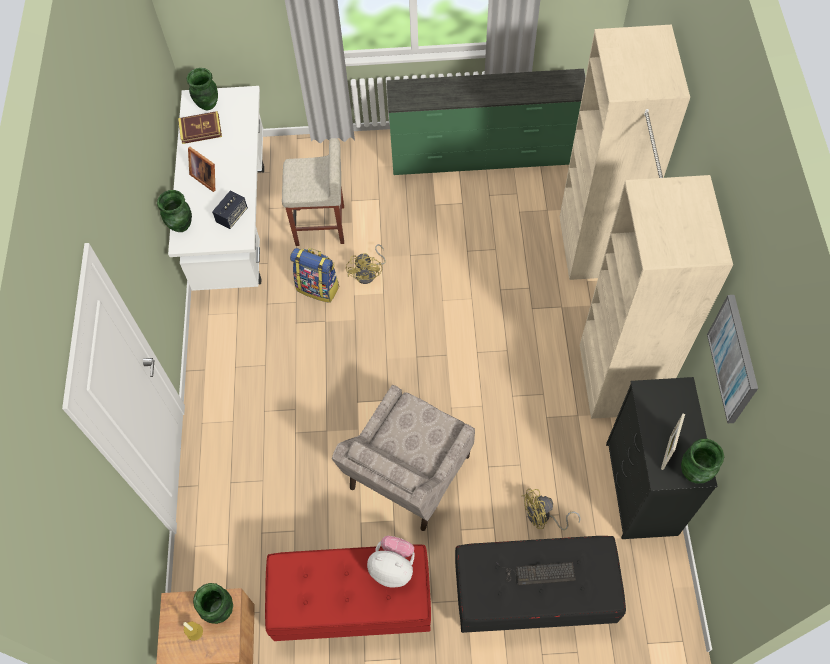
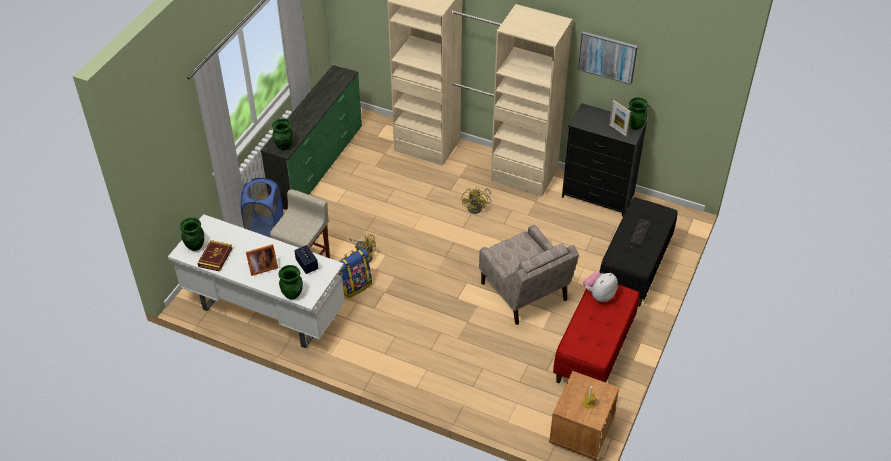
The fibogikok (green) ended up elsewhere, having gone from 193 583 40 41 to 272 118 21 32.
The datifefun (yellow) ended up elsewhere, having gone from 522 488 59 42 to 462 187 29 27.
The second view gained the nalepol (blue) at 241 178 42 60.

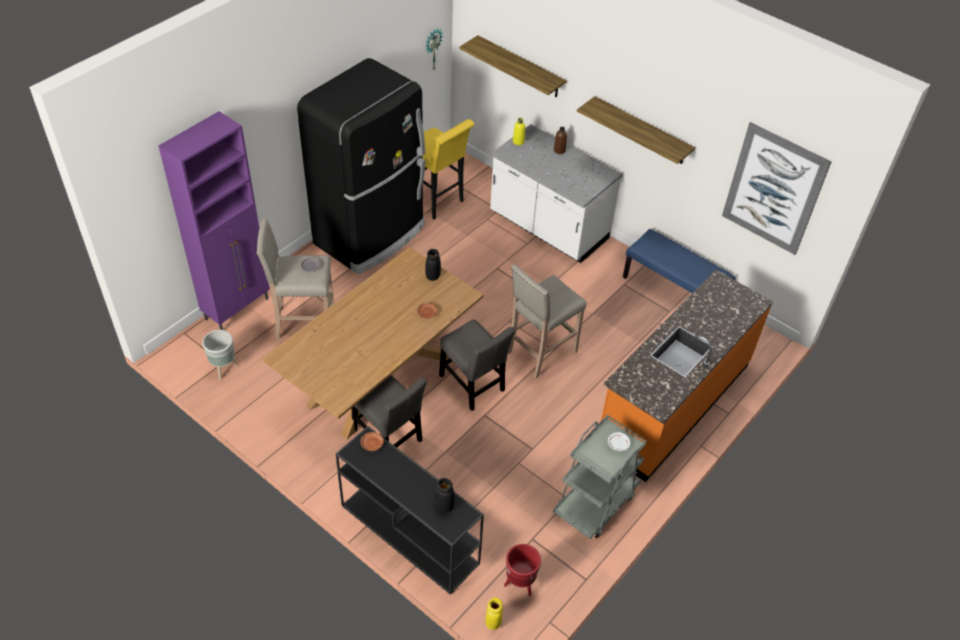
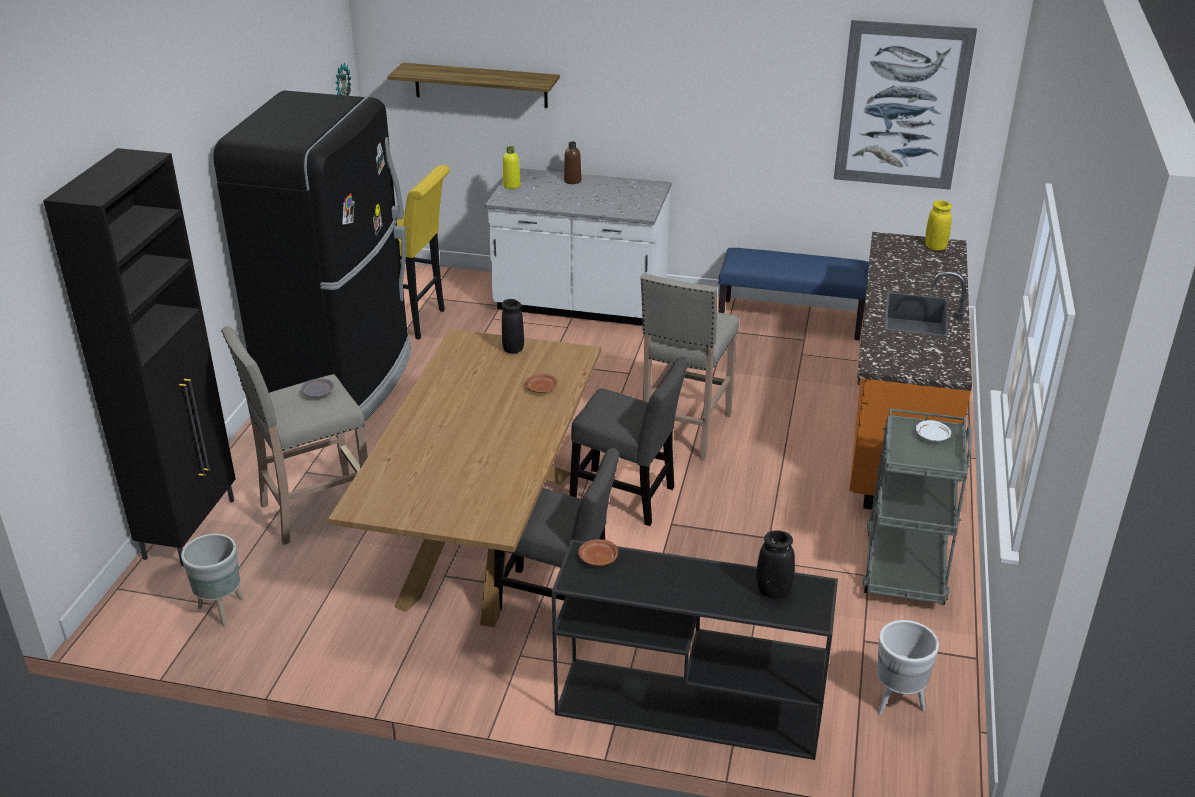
What was the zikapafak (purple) at 159 111 111 219 turned into the zikapafak (black) at 43 148 193 418.
The fibogikok (yellow) ended up elsewhere, having gone from 486 598 17 32 to 925 200 27 51.
What was the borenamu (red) at 504 544 37 52 turned into the borenamu (white) at 877 620 62 95.
The second view lost the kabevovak at 577 96 118 68.

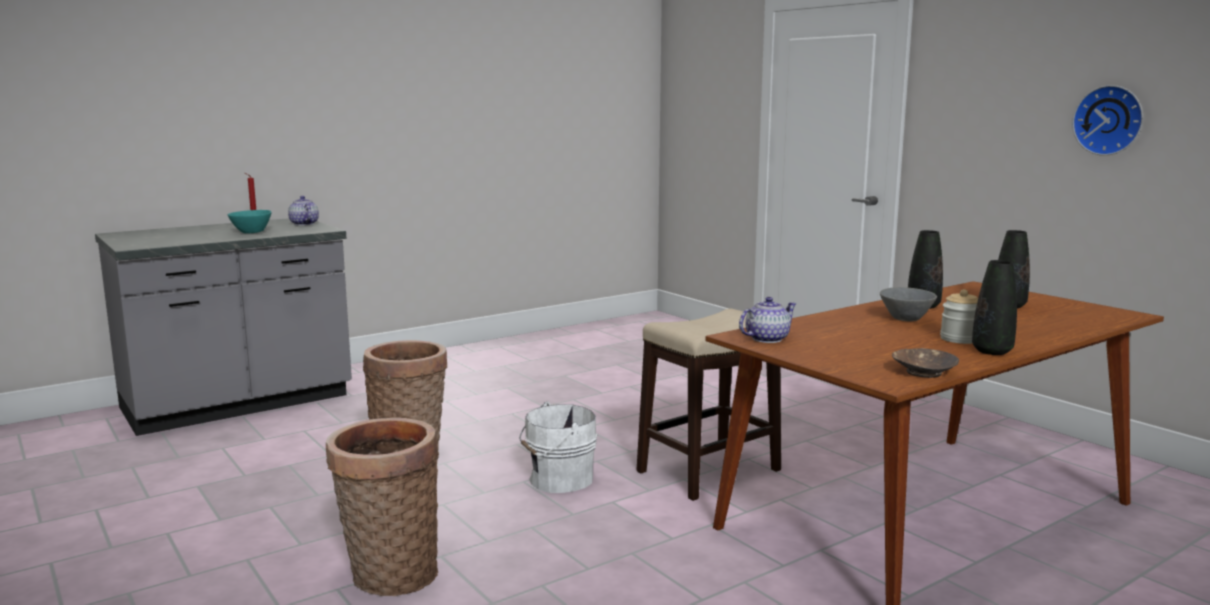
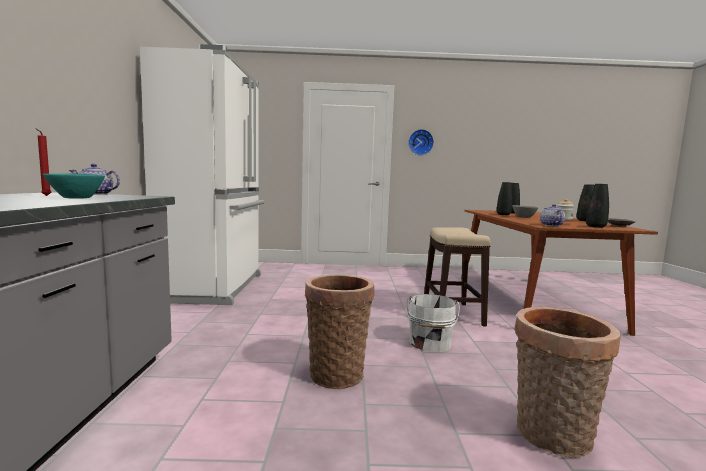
The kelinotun ended up elsewhere, having gone from 1072 85 71 71 to 408 129 26 26.
The second view gained the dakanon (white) at 140 44 124 261.
The second view gained the fibogikok (black) at 586 184 23 44.

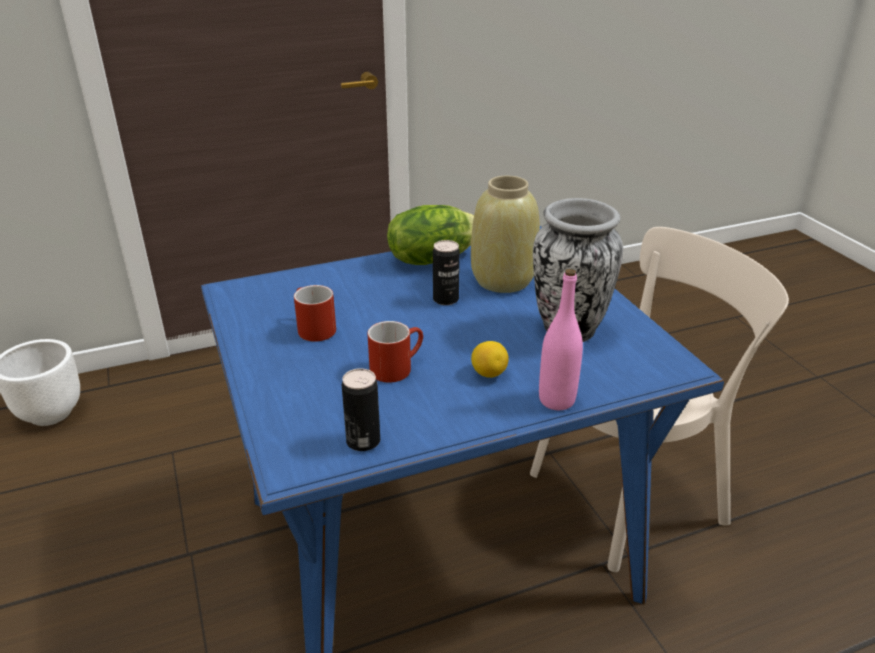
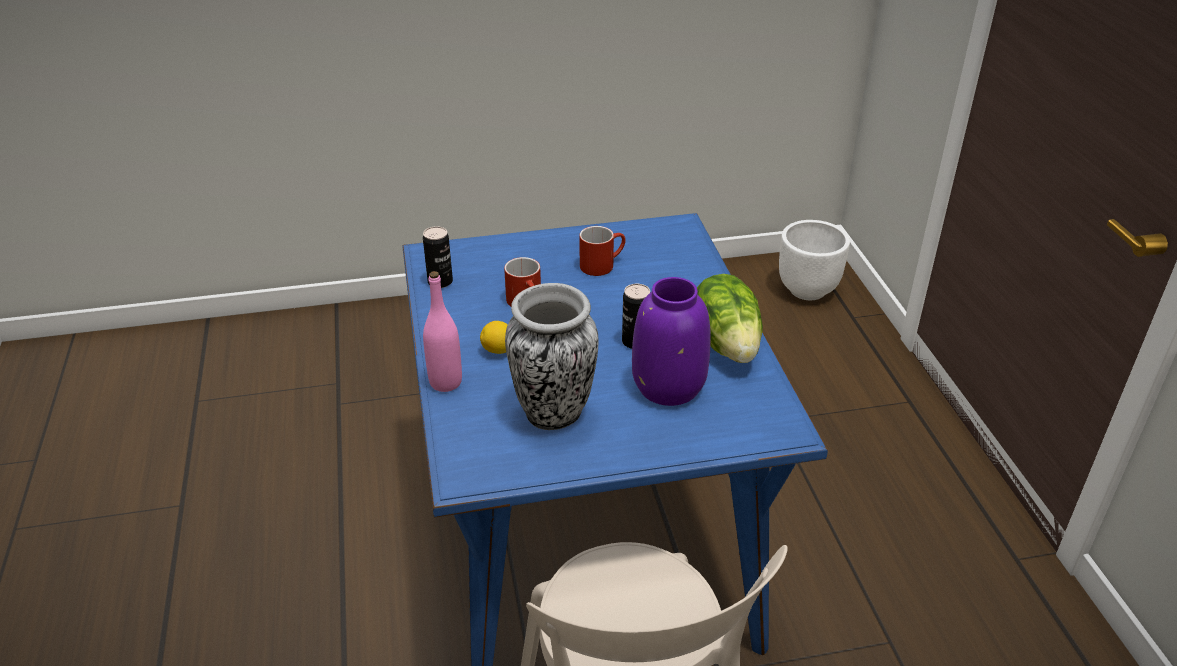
What was the fibogikok (beige) at 471 176 69 117 turned into the fibogikok (purple) at 632 277 79 129.

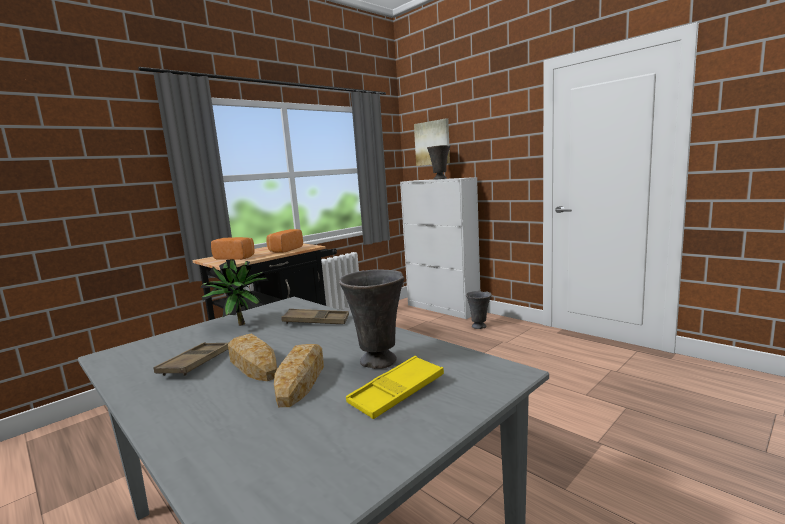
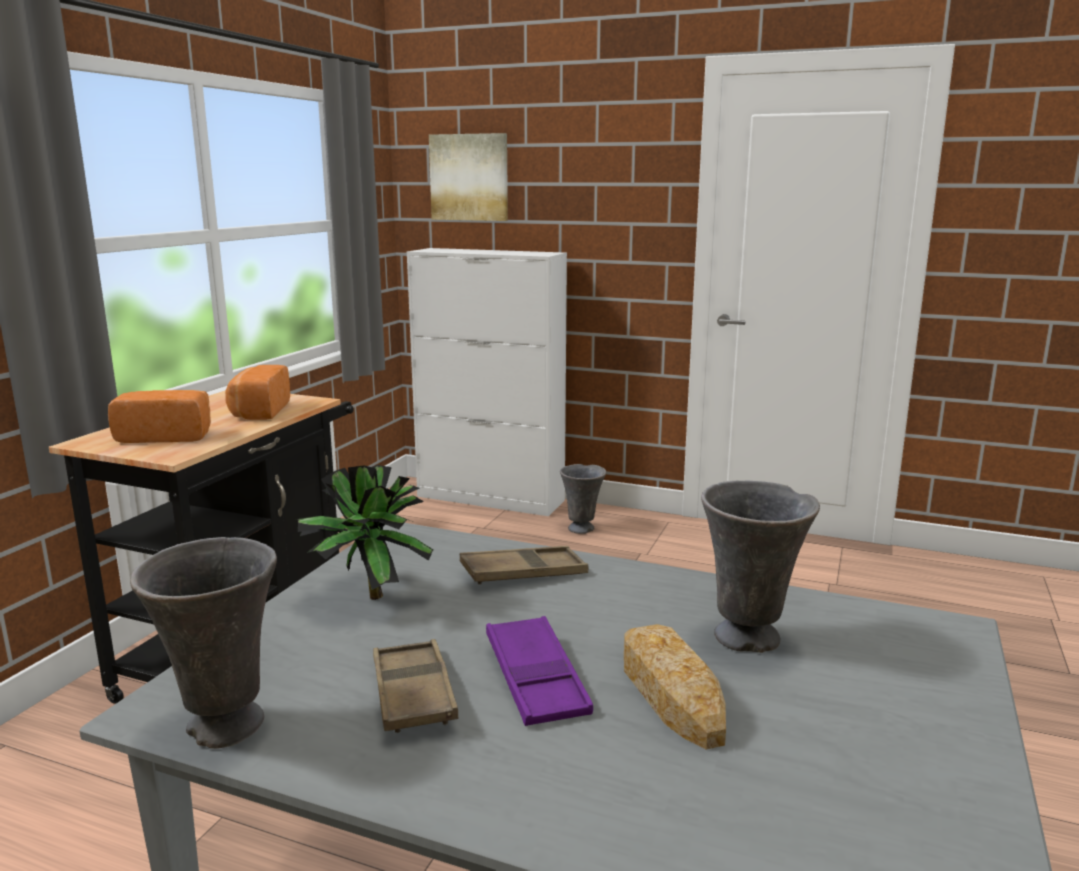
Where the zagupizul stood at 228 334 49 47, the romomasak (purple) came to stand at 486 616 107 110.
The second view lost the romomasak (yellow) at 346 356 98 63.
The fibogikok (grey) ended up elsewhere, having gone from 427 145 23 35 to 130 537 147 212.

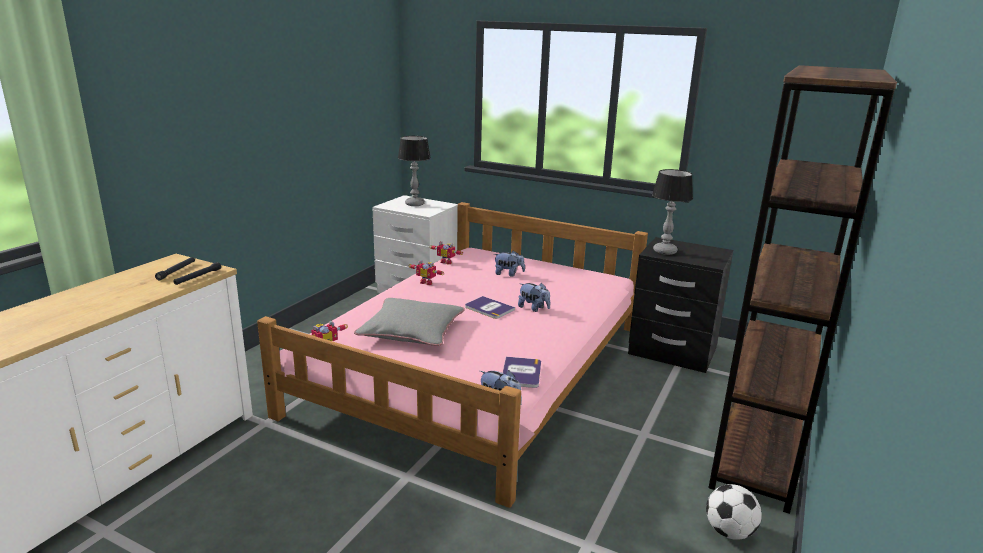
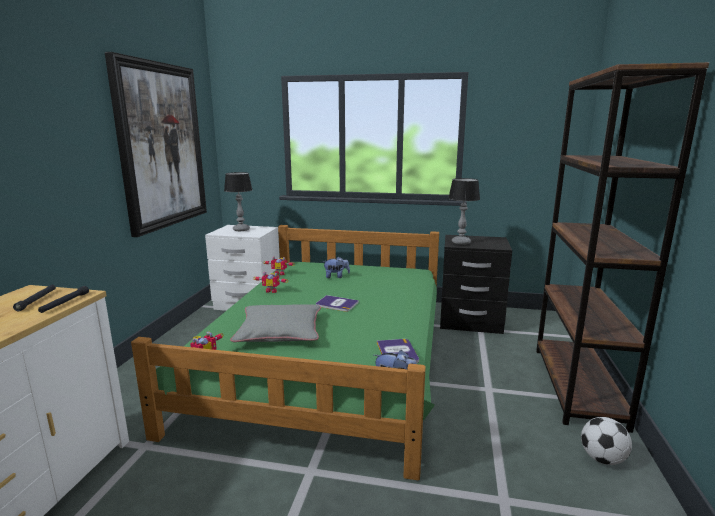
What was the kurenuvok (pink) at 257 202 391 306 turned into the kurenuvok (green) at 131 225 308 256.
The second view lost the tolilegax at 518 283 32 29.
The second view gained the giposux at 105 52 102 185.

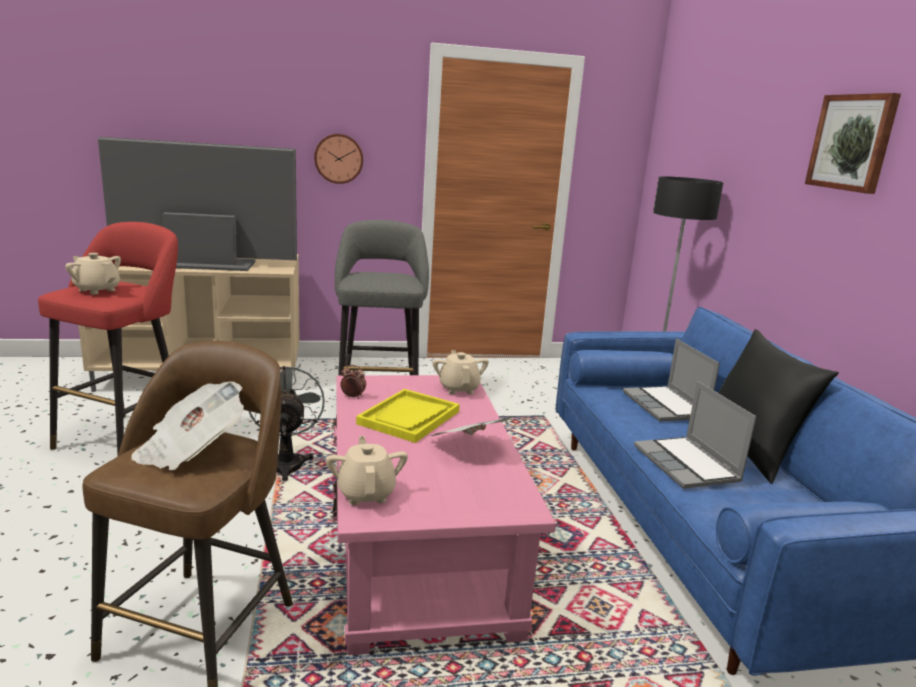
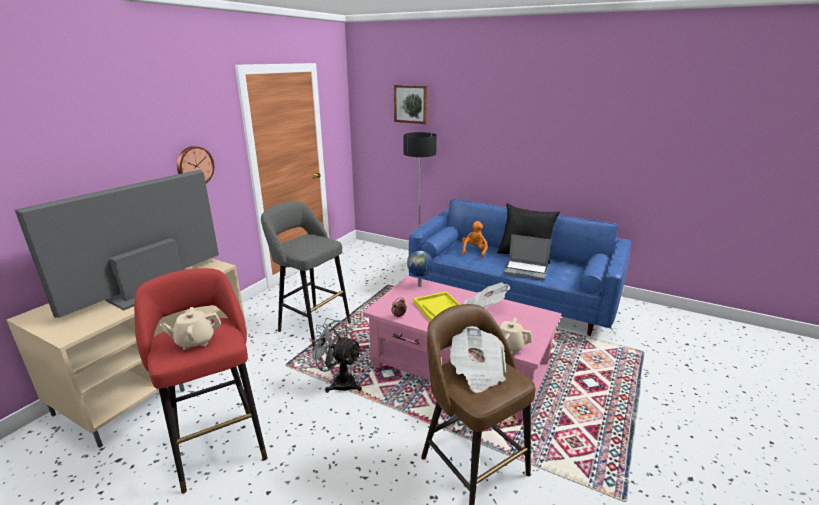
Where the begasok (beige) stood at 433 350 56 45, the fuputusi came to stand at 407 251 26 36.
Where the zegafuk stood at 623 339 97 83, the tolilegax (orange) came to stand at 462 221 26 37.
The giposux ended up elsewhere, having gone from 805 93 96 101 to 394 85 34 39.

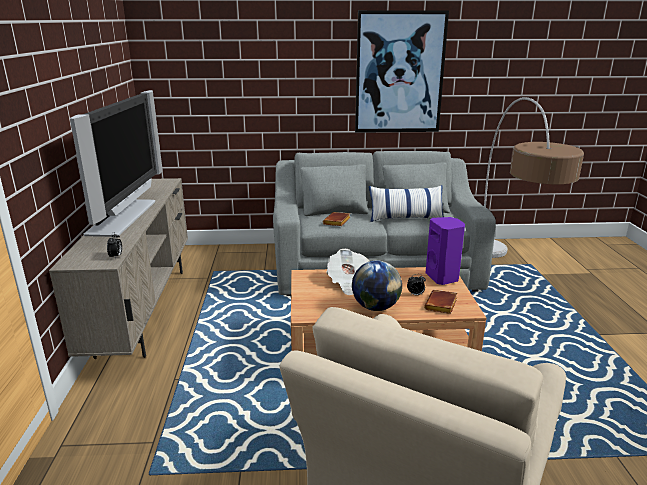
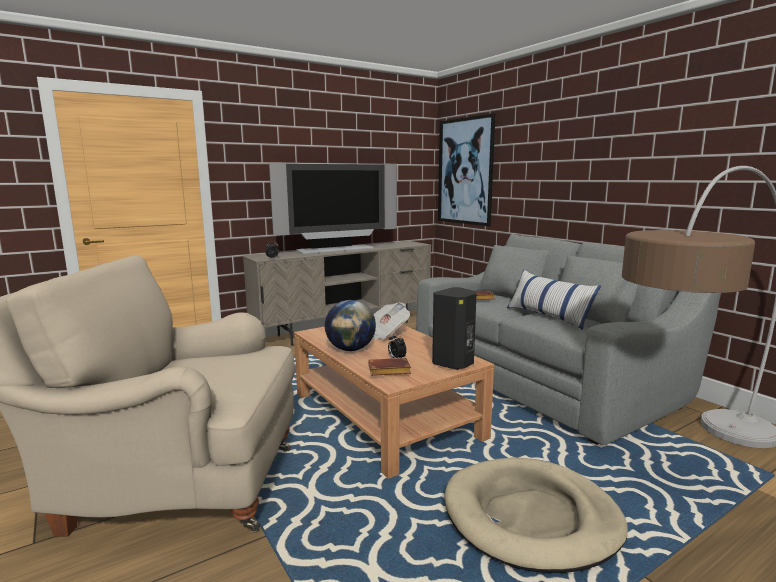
The giposux ended up elsewhere, having gone from 355 10 94 123 to 438 113 58 113.
What was the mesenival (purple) at 426 217 39 68 turned into the mesenival (black) at 432 287 45 83.
The second view gained the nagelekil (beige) at 444 457 184 116.

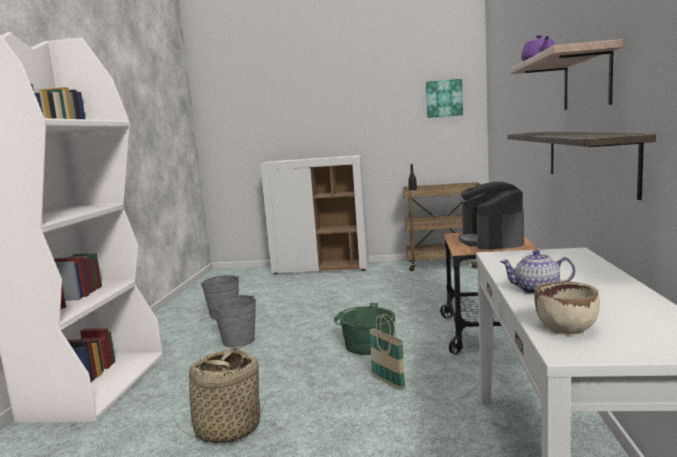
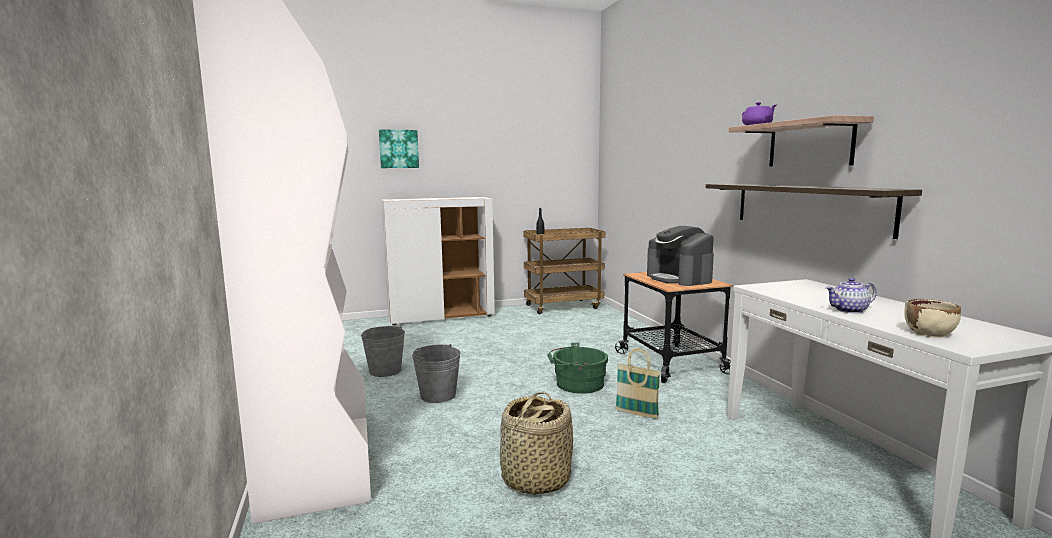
The giposux ended up elsewhere, having gone from 426 79 37 39 to 379 129 40 39.

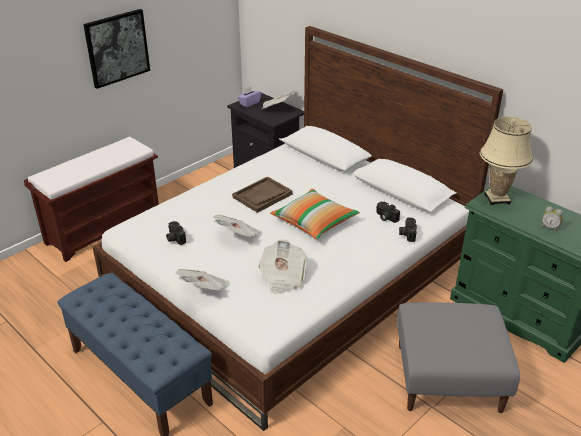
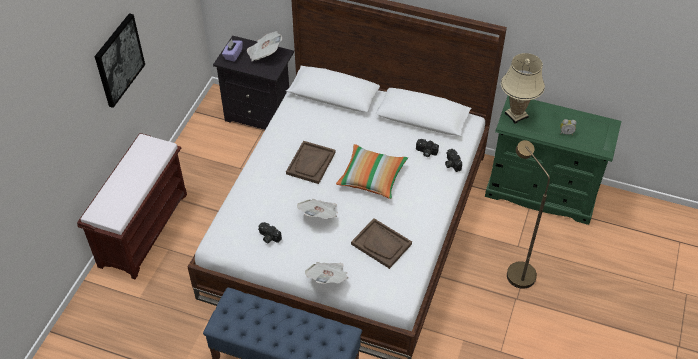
Where the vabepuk stood at 259 240 48 54, the romomasak (brown) came to stand at 351 218 61 51.
Where the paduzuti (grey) stood at 397 303 123 110, the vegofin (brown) came to stand at 507 140 43 149.

